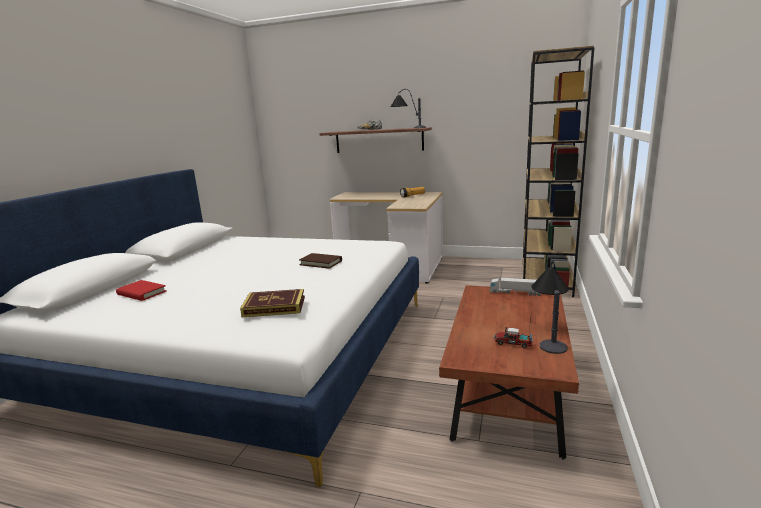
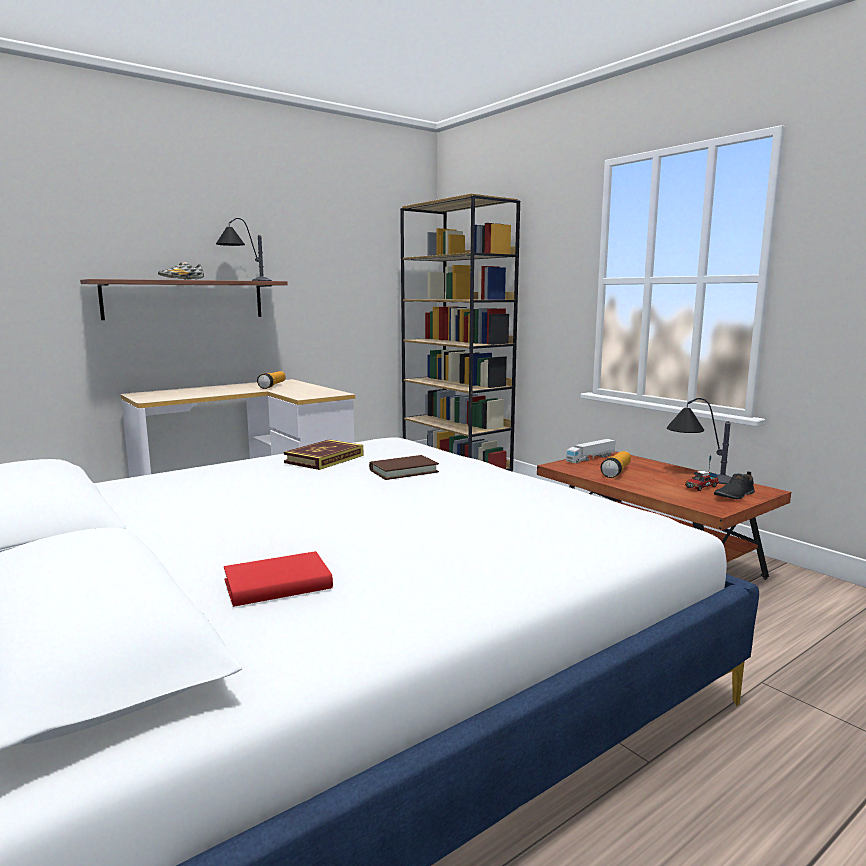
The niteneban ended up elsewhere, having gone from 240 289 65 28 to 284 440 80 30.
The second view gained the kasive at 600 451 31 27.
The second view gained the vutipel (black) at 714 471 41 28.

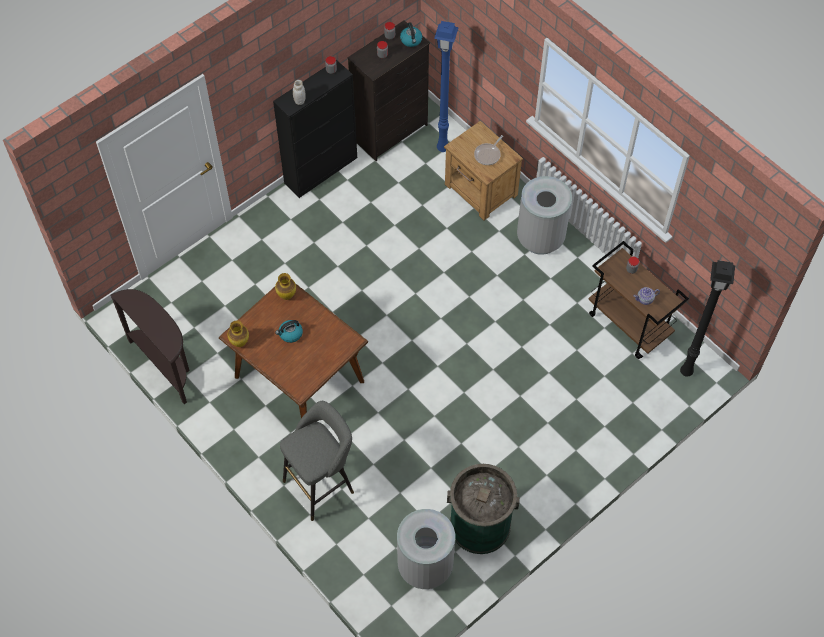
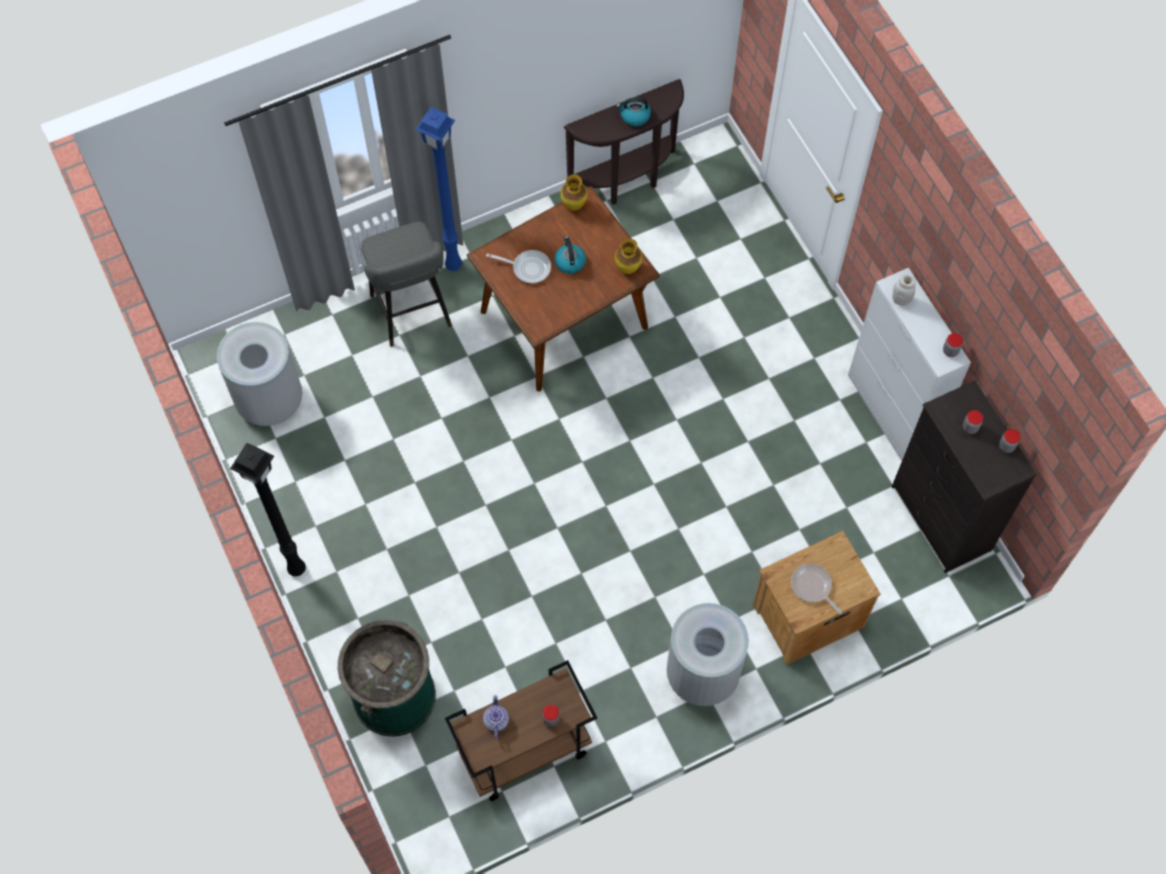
What was the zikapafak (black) at 273 60 84 138 turned into the zikapafak (white) at 848 268 123 193.
The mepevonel ended up elsewhere, having gone from 400 22 22 25 to 616 97 35 29.
The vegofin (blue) ended up elsewhere, having gone from 434 21 25 131 to 416 107 46 164.
The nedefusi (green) ended up elsewhere, having gone from 447 464 73 90 to 338 620 98 117.
The vegofin (black) ended up elsewhere, having gone from 680 260 55 117 to 230 443 76 133.
The second view gained the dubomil at 486 250 65 33.

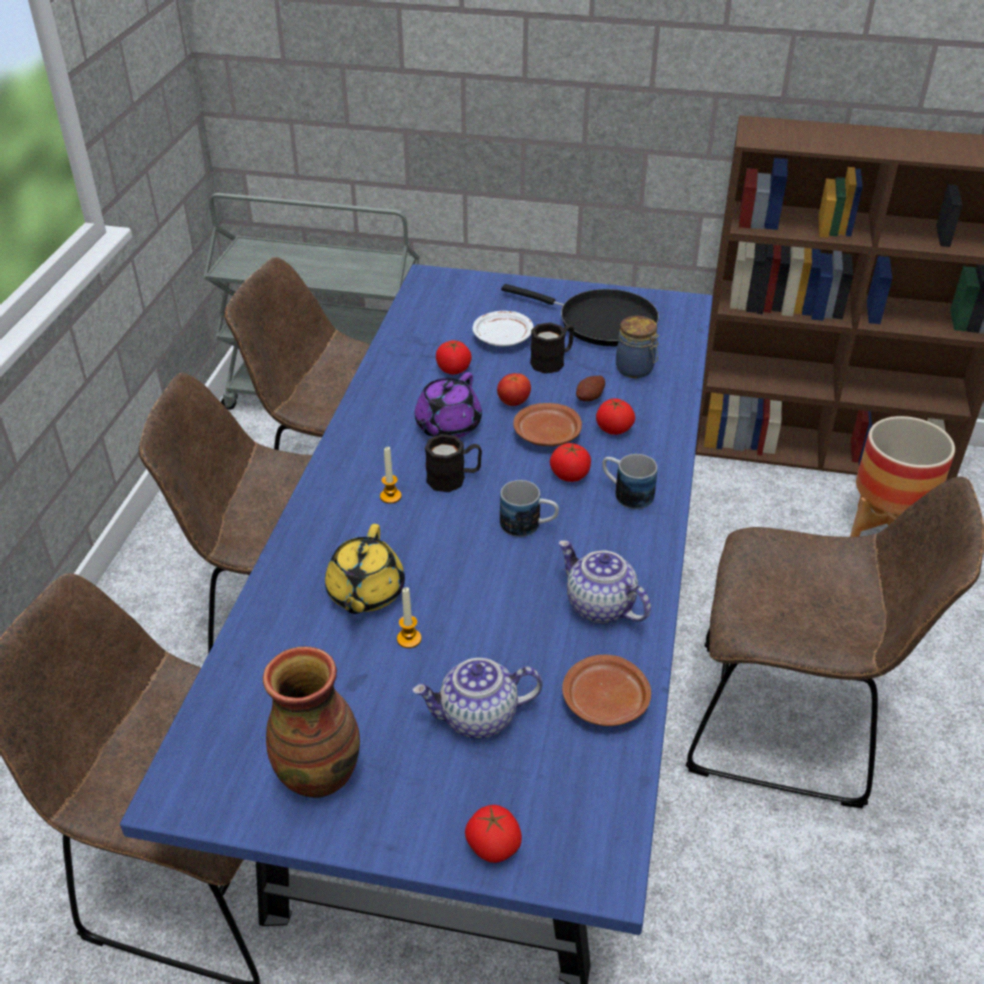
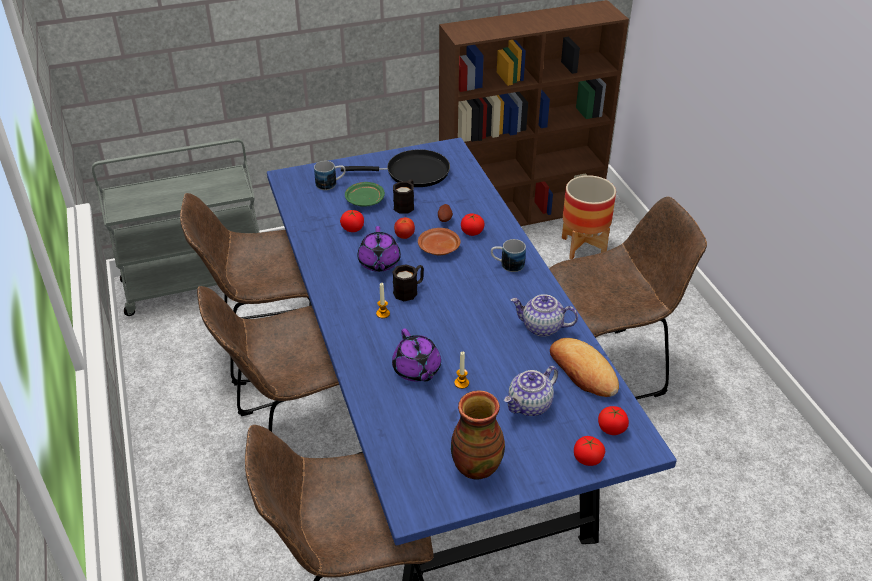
What was the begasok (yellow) at 325 524 80 90 turned into the begasok (purple) at 392 328 49 53.
What was the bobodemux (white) at 473 311 61 35 turned into the bobodemux (green) at 345 182 40 25.
The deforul ended up elsewhere, having gone from 500 480 59 57 to 314 161 32 29.
The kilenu ended up elsewhere, having gone from 550 443 41 39 to 598 406 31 29.
Where the bobodemux (brown) stood at 562 655 89 71, the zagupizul came to stand at 550 338 69 59.
The second view lost the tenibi at 616 316 43 62.

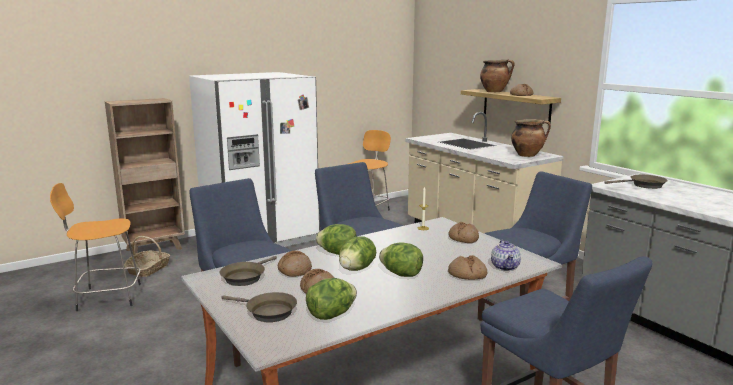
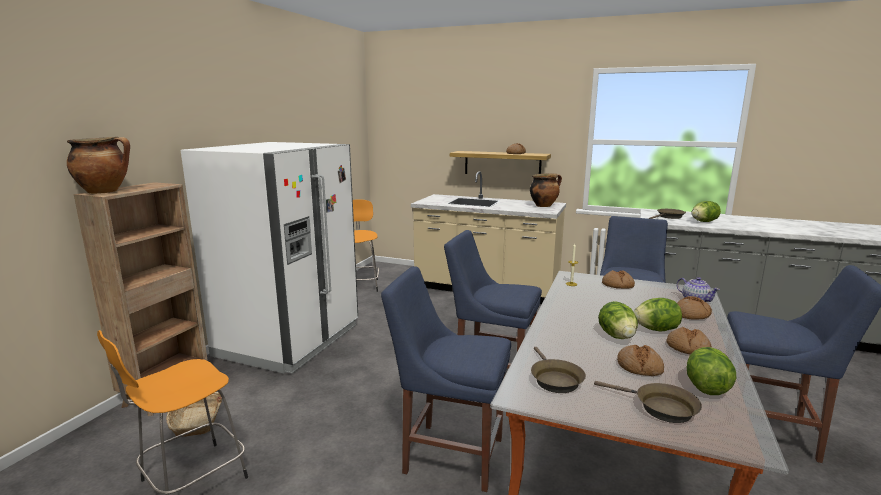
The dubomil (brown) at 221 292 76 30 ended up facing another way, 45 degrees clockwise from before.
The zagupizul ended up elsewhere, having gone from 278 250 34 27 to 667 327 45 27.
The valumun ended up elsewhere, having gone from 316 224 41 31 to 692 201 29 21.
The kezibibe ended up elsewhere, having gone from 480 60 35 32 to 67 137 63 57.

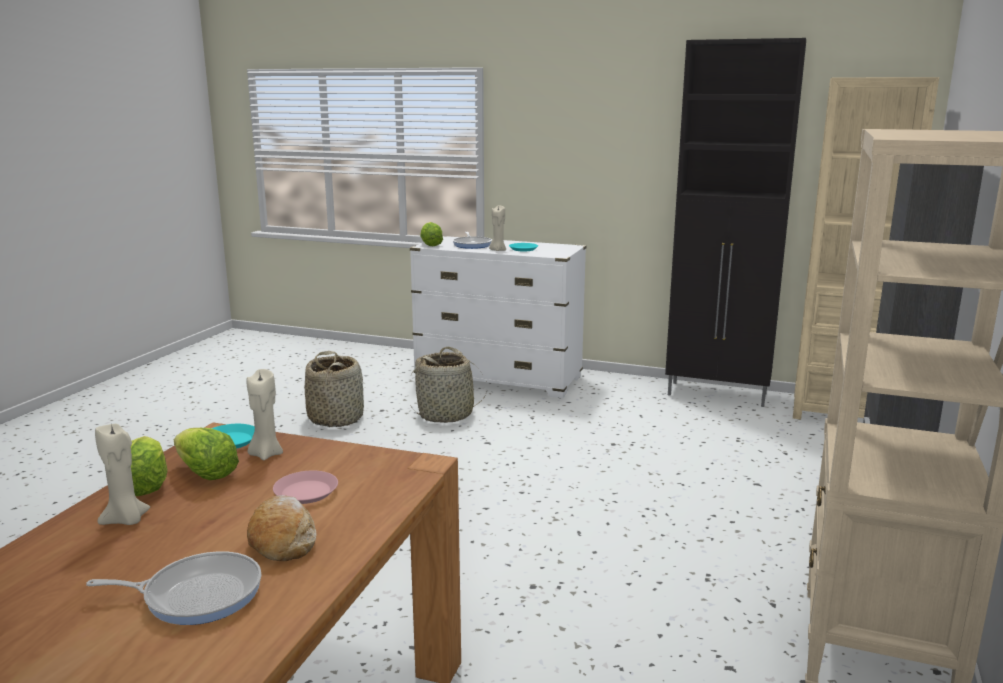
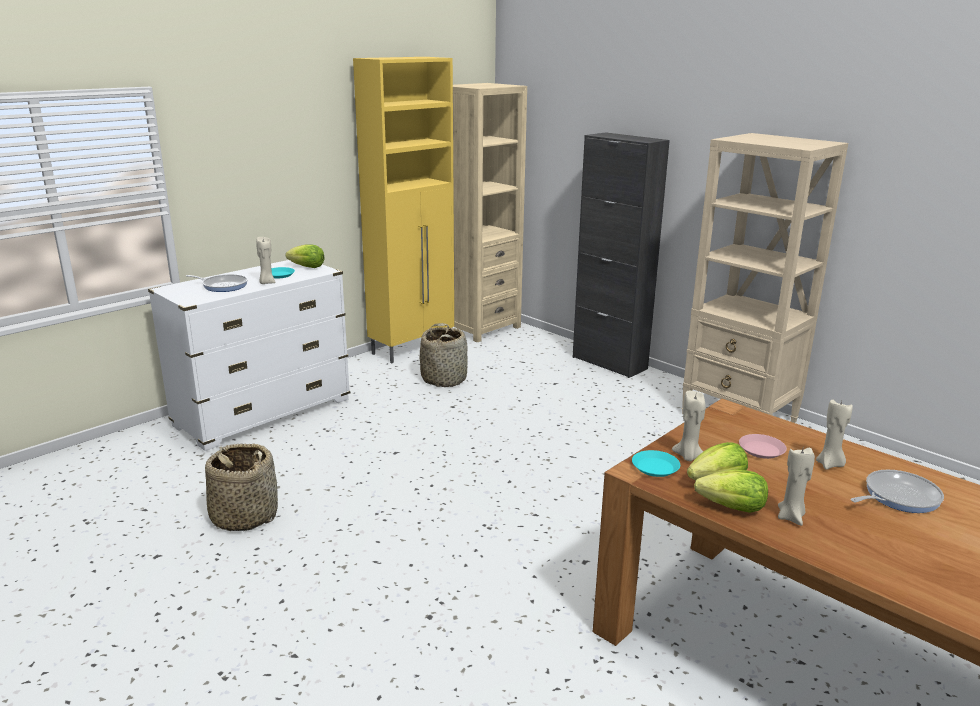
The dubomil at 86 551 176 74 ended up facing another way, 45 degrees clockwise from before.
Where the zagupizul stood at 247 495 70 66, the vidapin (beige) came to stand at 816 400 37 70.
The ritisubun ended up elsewhere, having gone from 411 347 76 76 to 420 323 48 64.
The valumun ended up elsewhere, having gone from 420 222 23 24 to 286 244 39 24.
What was the zikapafak (black) at 665 38 141 369 turned into the zikapafak (yellow) at 353 57 101 306.

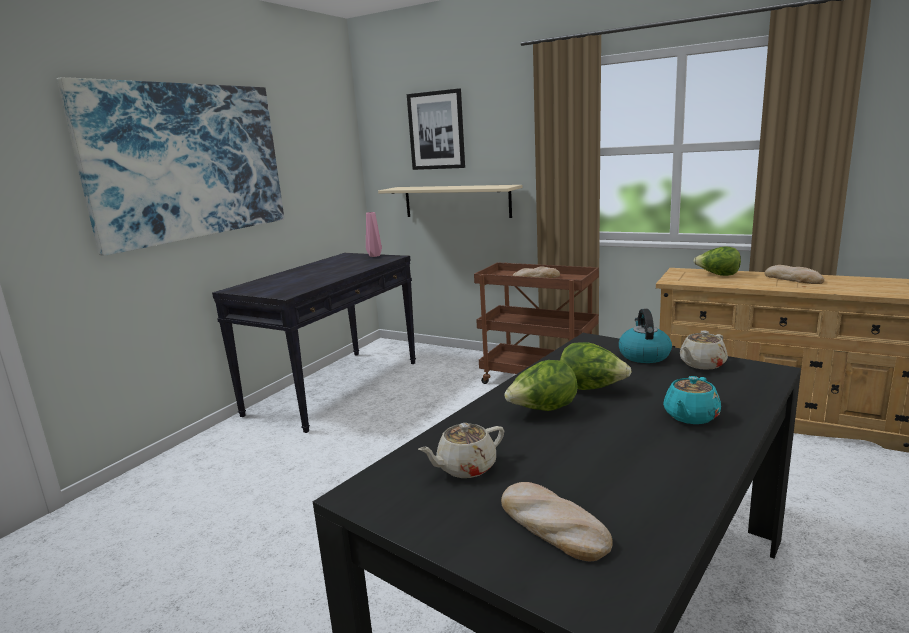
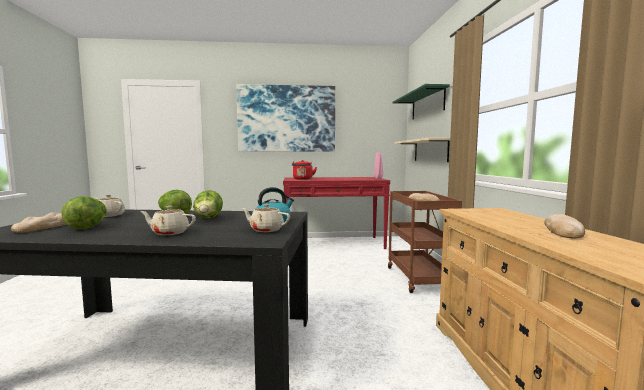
What was the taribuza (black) at 212 253 204 180 turned into the taribuza (red) at 283 177 107 72.
Where the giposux hung at 407 88 58 82, the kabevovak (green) came to hang at 393 84 57 35.
What was the begasok (turquoise) at 663 376 58 48 turned into the begasok (beige) at 140 206 56 29.
The valumun ended up elsewhere, having gone from 693 246 48 30 to 61 196 46 33.
The second view gained the mepevonel (red) at 292 160 25 20.

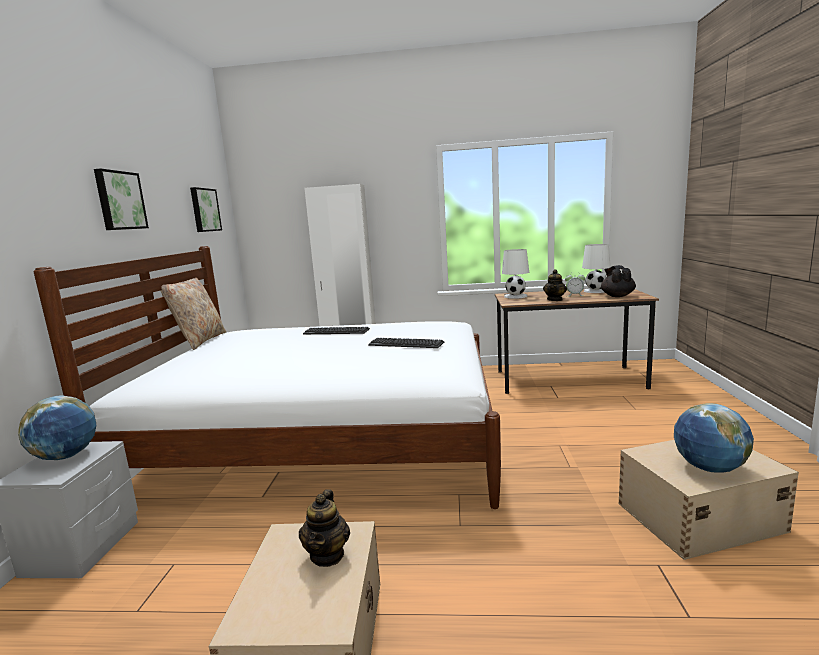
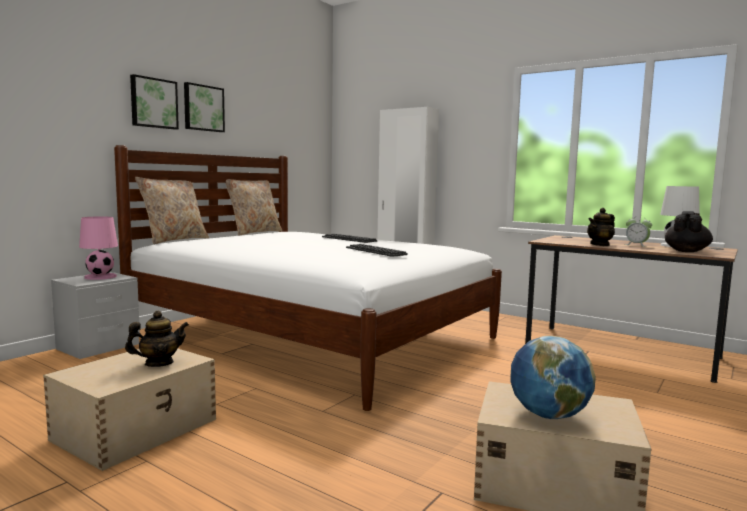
Where the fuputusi stood at 18 395 78 65, the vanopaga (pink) came to stand at 79 216 39 64.
The giposux ended up elsewhere, having gone from 190 187 32 45 to 130 74 49 56.
The begasok at 299 489 51 78 ended up facing another way, 150 degrees counterclockwise from before.
The second view lost the vanopaga (white) at 502 249 27 50.
The second view gained the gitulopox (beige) at 135 177 74 67.

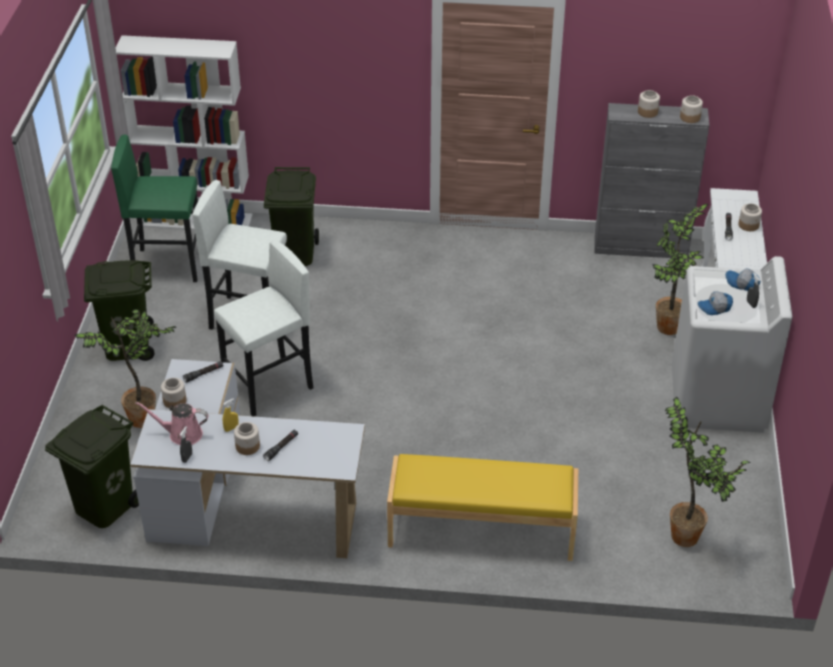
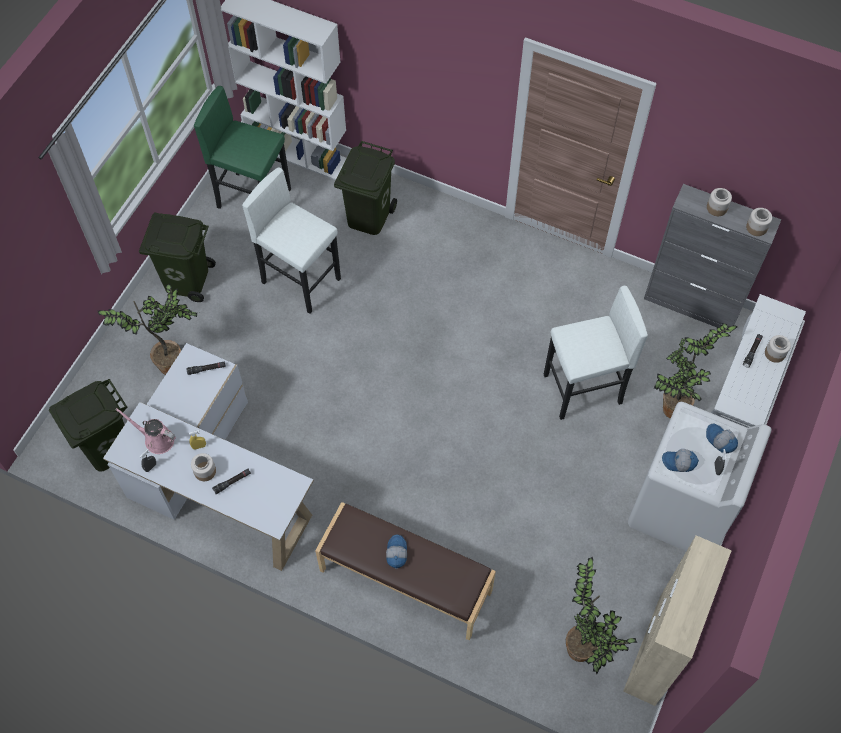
The second view lost the tenibi at 161 378 25 30.
The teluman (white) ended up elsewhere, having gone from 214 240 100 176 to 544 286 104 134.
What was the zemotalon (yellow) at 387 454 191 107 turned into the zemotalon (brown) at 315 502 181 139.
The second view gained the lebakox at 386 534 21 35.
The second view gained the zikapafak (beige) at 623 535 109 171.

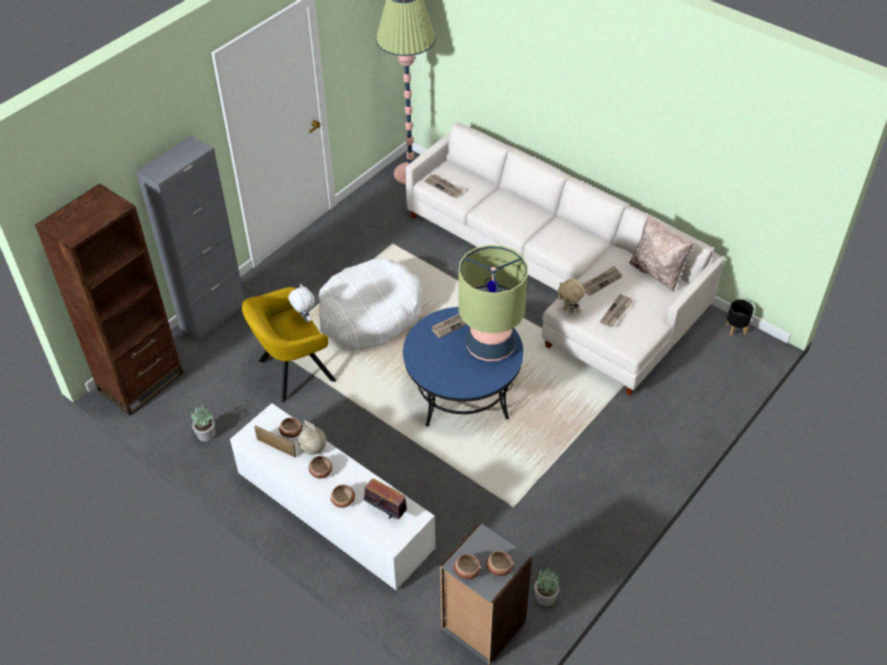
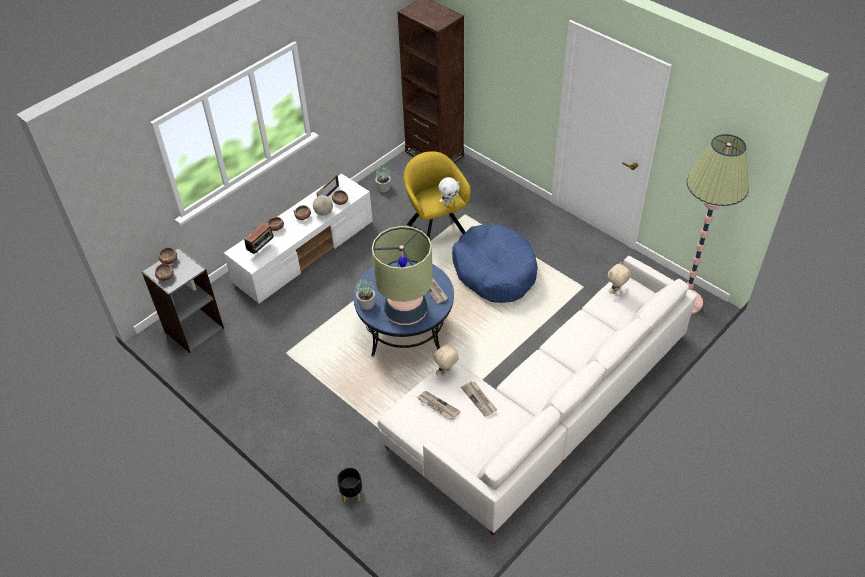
The second view lost the zikapafak (grey) at 136 135 109 206.
What was the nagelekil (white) at 319 258 103 92 turned into the nagelekil (blue) at 452 224 86 79.
Where the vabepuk stood at 424 174 40 24, the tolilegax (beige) came to stand at 607 262 24 32.
The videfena ended up elsewhere, having gone from 534 567 26 39 to 356 279 19 31.
The second view lost the gitulopox (beige) at 629 215 65 77.
The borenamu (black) ended up elsewhere, having gone from 726 300 28 36 to 337 468 25 34.

